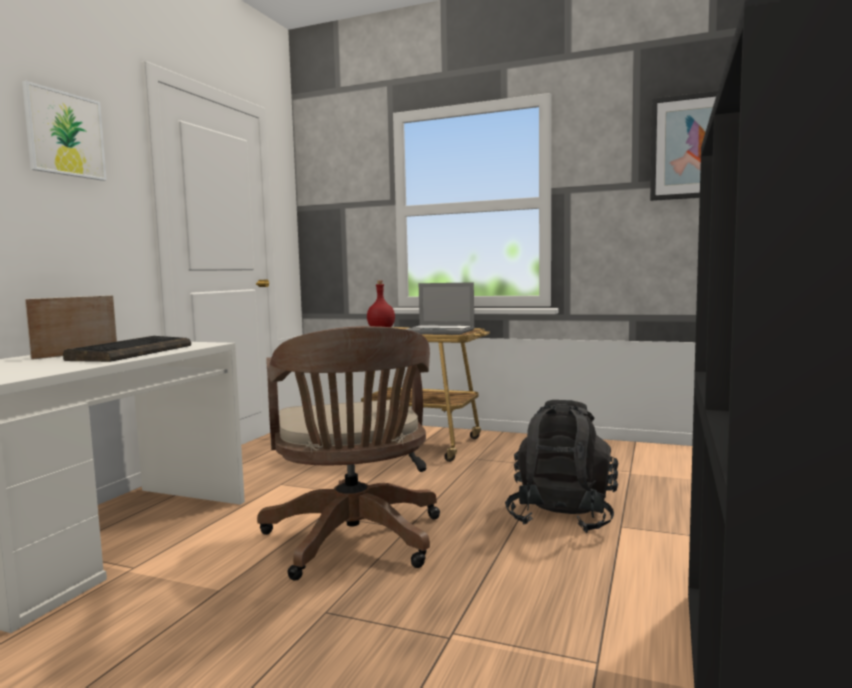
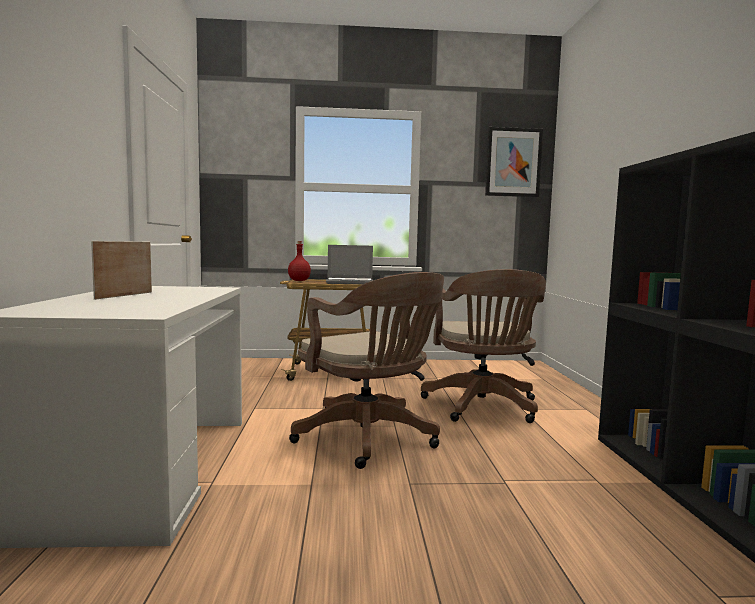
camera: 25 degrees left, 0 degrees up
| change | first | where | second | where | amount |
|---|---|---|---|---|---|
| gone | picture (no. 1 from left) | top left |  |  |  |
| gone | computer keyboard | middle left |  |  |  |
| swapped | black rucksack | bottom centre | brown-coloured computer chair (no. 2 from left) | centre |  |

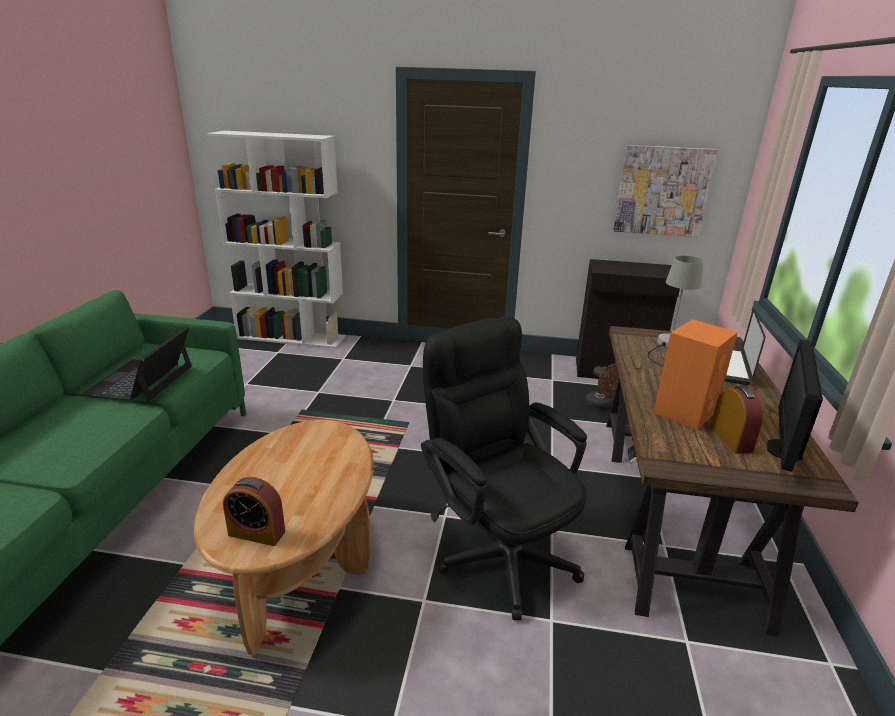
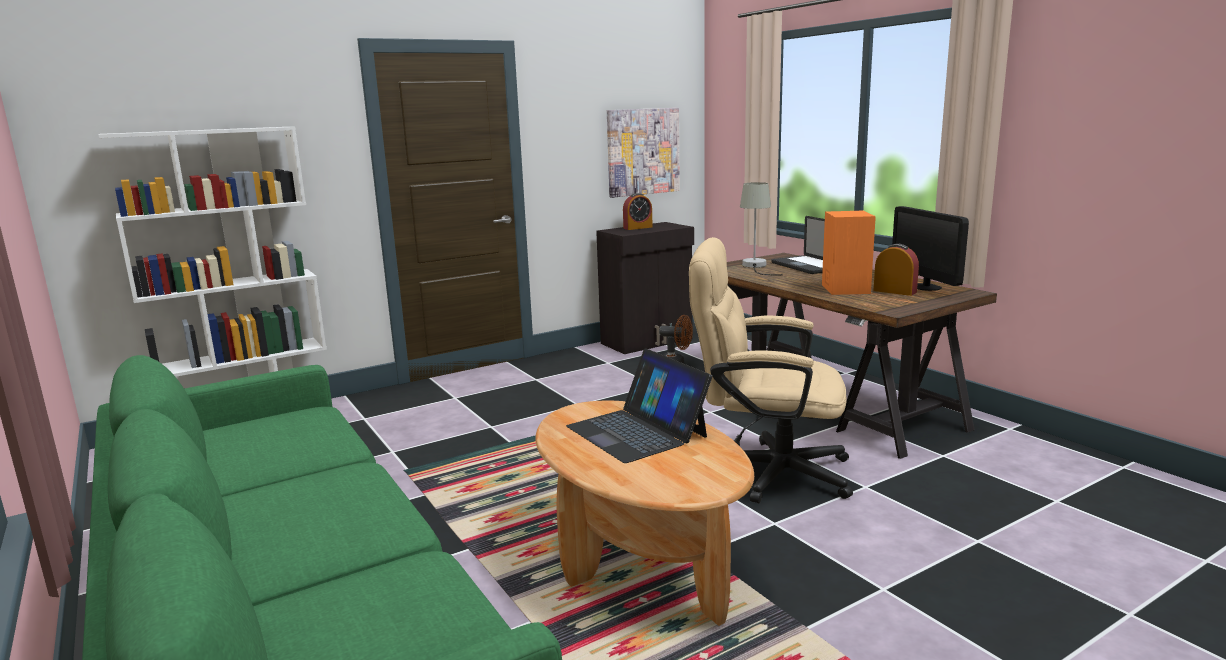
camera: 40 degrees left, 10 degrees down
| change | first | where | second | where | amount |
|---|---|---|---|---|---|
| shifted | laptop (no. 1 from left) | middle left |  | centre |  |
| shifted | bedside clock (no. 1 from left) | bottom left |  | top centre |  |
| repainted | black computer chair | centre | sand-coloured computer chair | centre |  |

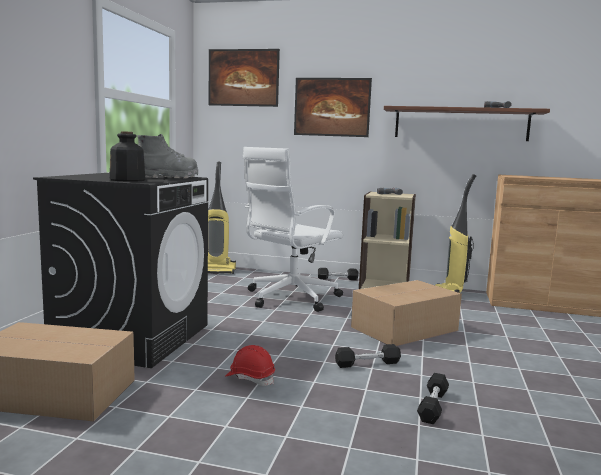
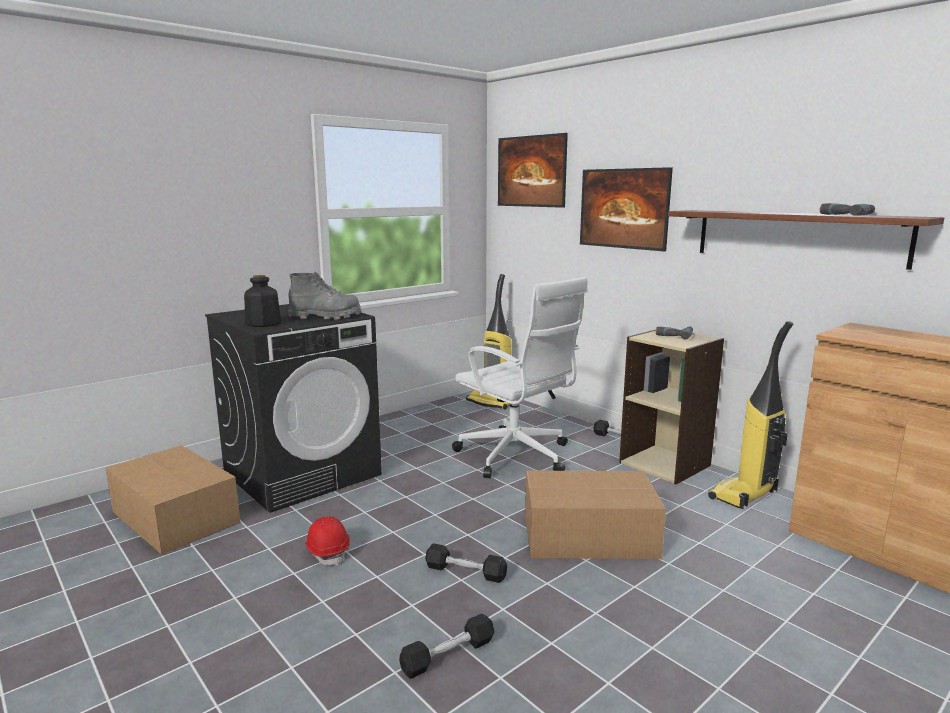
camera: 35 degrees right, 5 degrees up
| change | first | where | second | where | amount |
|---|---|---|---|---|---|
| rotated | whitish computer chair | centre |  | centre | 120 degrees counterclockwise |

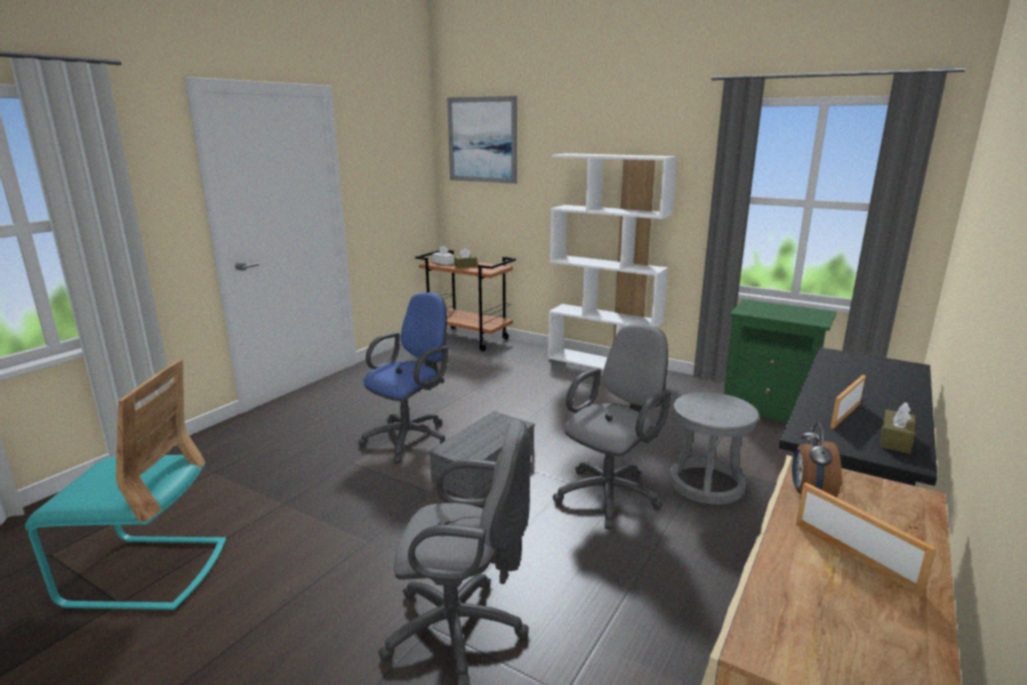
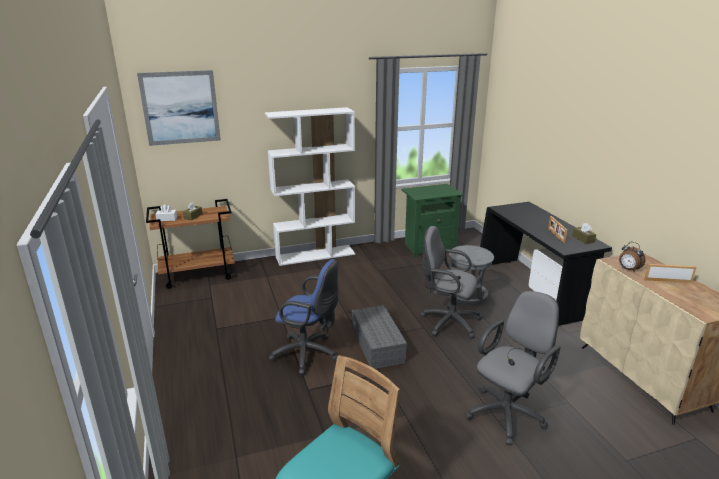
camera: 50 degrees left, 5 degrees up
| change | first | where | second | where | amount |
|---|---|---|---|---|---|
| rotated | blue computer chair | centre |  | centre | 120 degrees clockwise |
| rotated | grey computer chair (no. 2 from left in the first image) | centre | grey computer chair (no. 1 from left) | centre | 60 degrees counterclockwise |

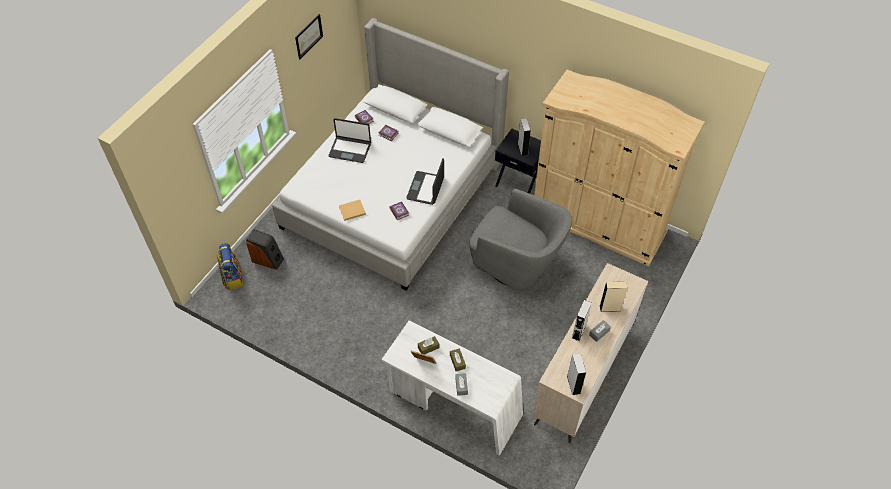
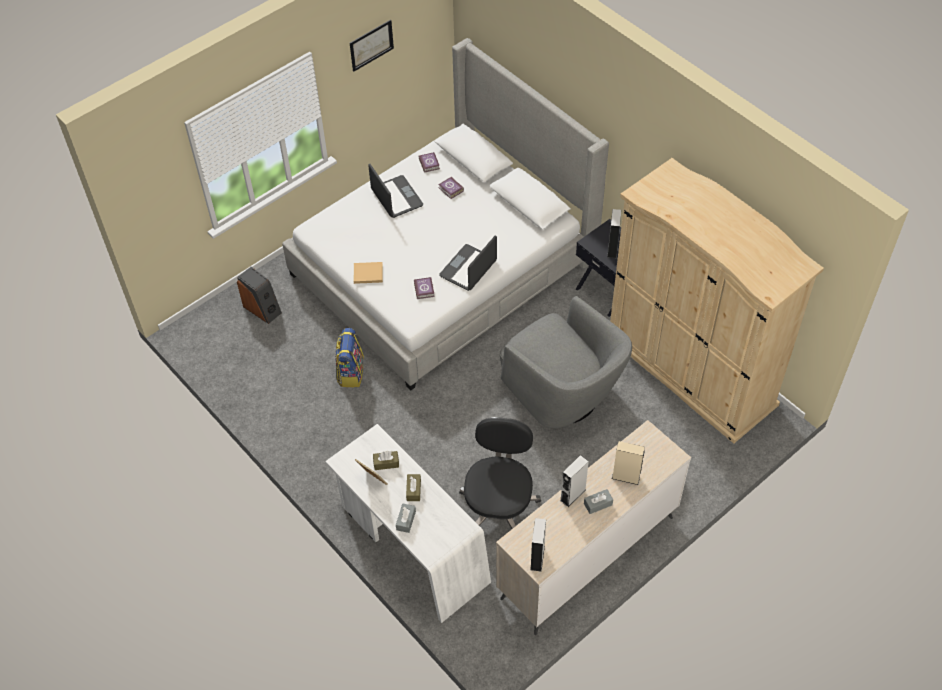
camera: 20 degrees right, 0 degrees up
| change | first | where | second | where | amount |
|---|---|---|---|---|---|
| new |  |  | black computer chair | bottom centre |  |
| shifted | rucksack | middle left |  | centre |  |
| rotated | laptop (no. 1 from left) | top centre |  | top centre | 150 degrees counterclockwise |

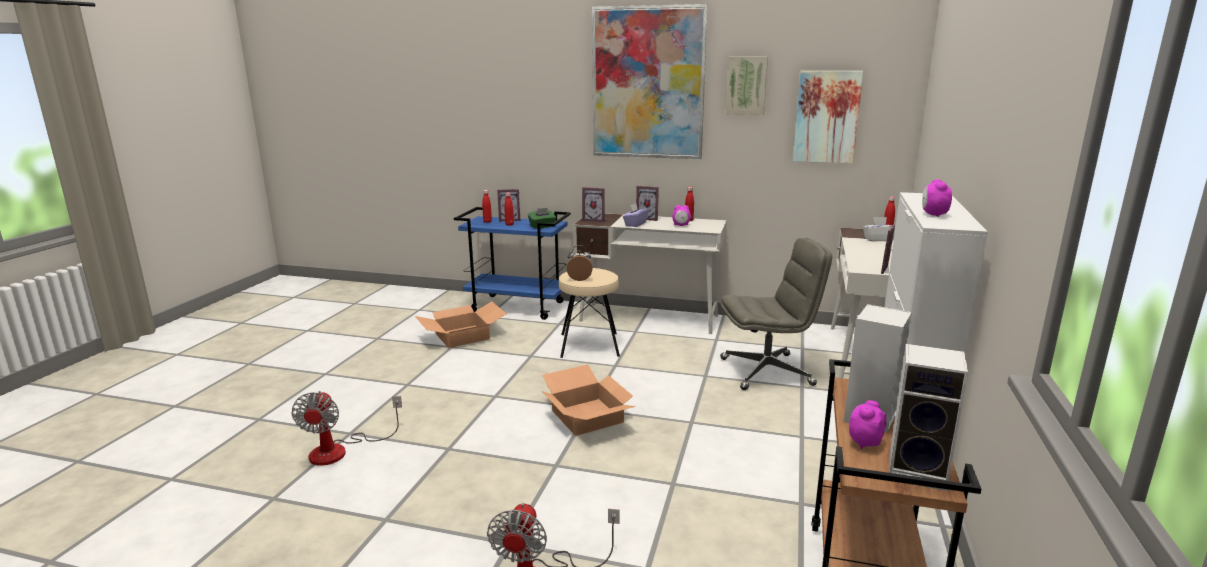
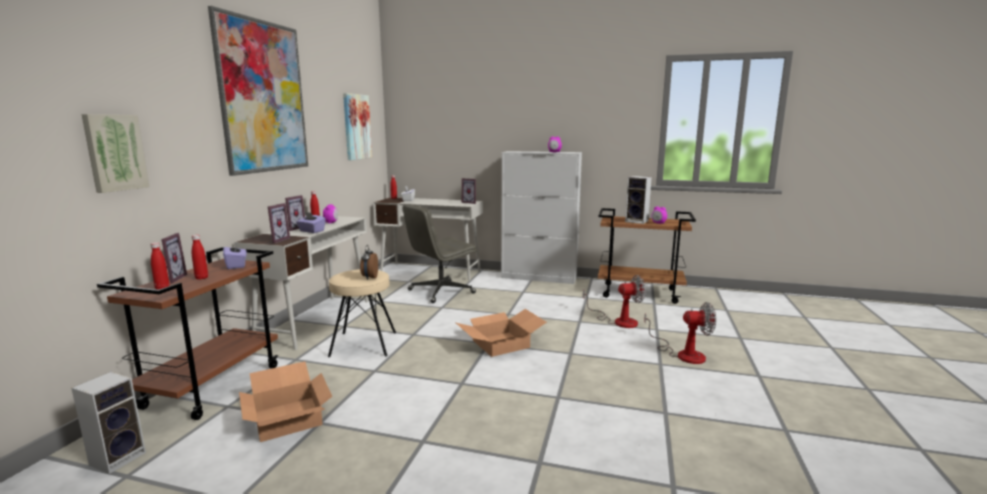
camera: 90 degrees left, 5 degrees down
| change | first | where | second | where | amount |
|---|---|---|---|---|---|
| shifted | cooling fan (no. 1 from left) | bottom left |  | centre |  |
| shifted | picture (no. 2 from left in the first image) | top centre | picture (no. 1 from left) | top left |  |
| shifted | loudspeaker (no. 2 from left in the first image) | bottom right | loudspeaker (no. 1 from left) | bottom left |  |
| repainted | blue wheeled cart | centre | brown-coloured wheeled cart (no. 1 from left) | bottom left |  |
| repainted | green tissue box | centre | purple tissue box (no. 1 from left) | middle left |  |
| rotated | grey computer chair | centre |  | centre | 120 degrees counterclockwise |

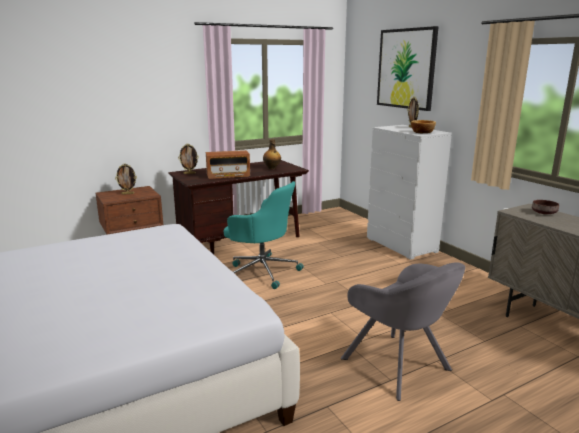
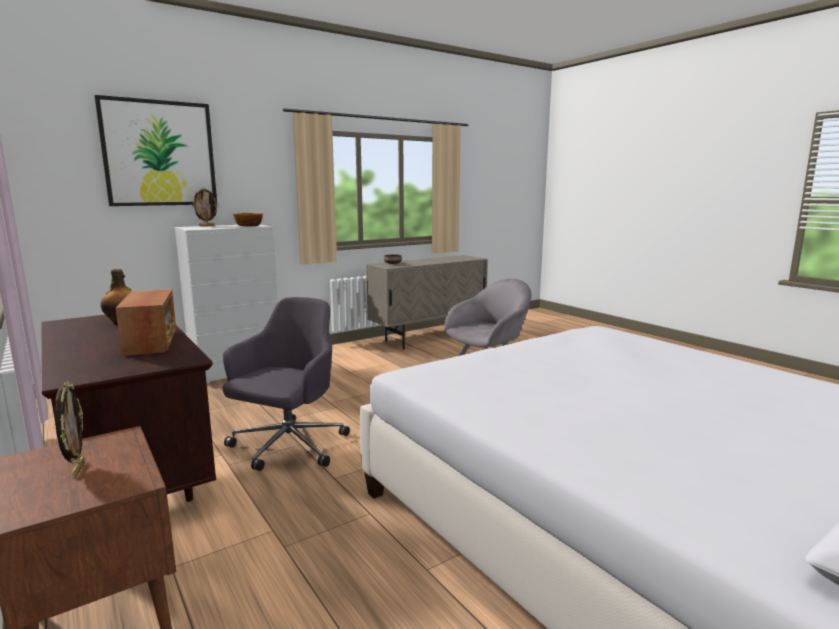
camera: 95 degrees left, 5 degrees down
| change | first | where | second | where | amount |
|---|---|---|---|---|---|
| gone | standing frame (no. 2 from left) | middle left |  |  |  |
| repainted | blue-green computer chair | centre | grey computer chair | centre |  |

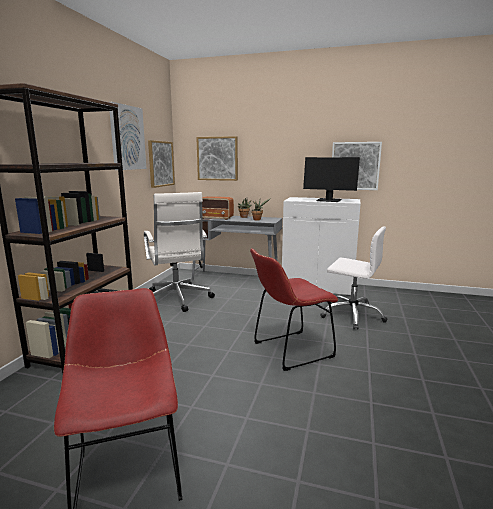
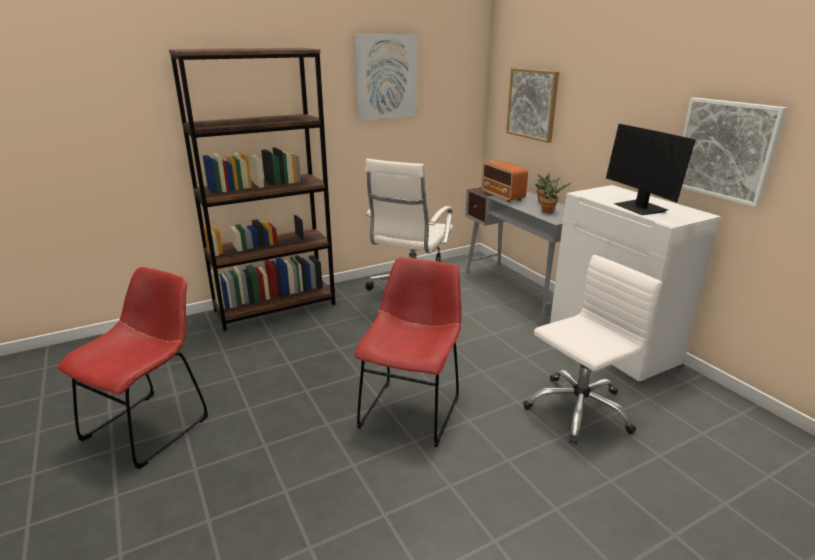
camera: 45 degrees right, 10 degrees up
| change | first | where | second | where | amount |
|---|---|---|---|---|---|
| gone | picture (no. 2 from left) | top left |  |  |  |
| rotated | red chair (no. 2 from left) | centre |  | centre | 90 degrees clockwise |
| rotated | whitish computer chair (no. 2 from left) | middle right |  | middle right | 105 degrees counterclockwise |

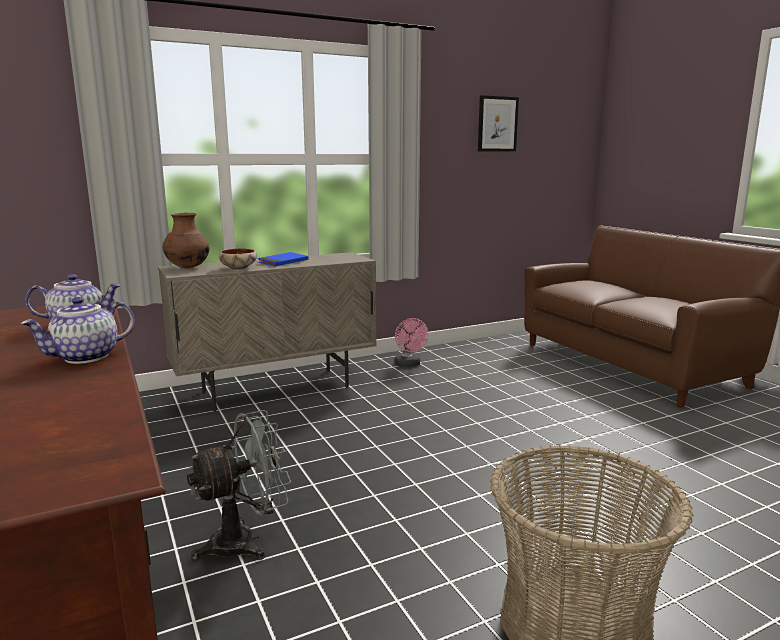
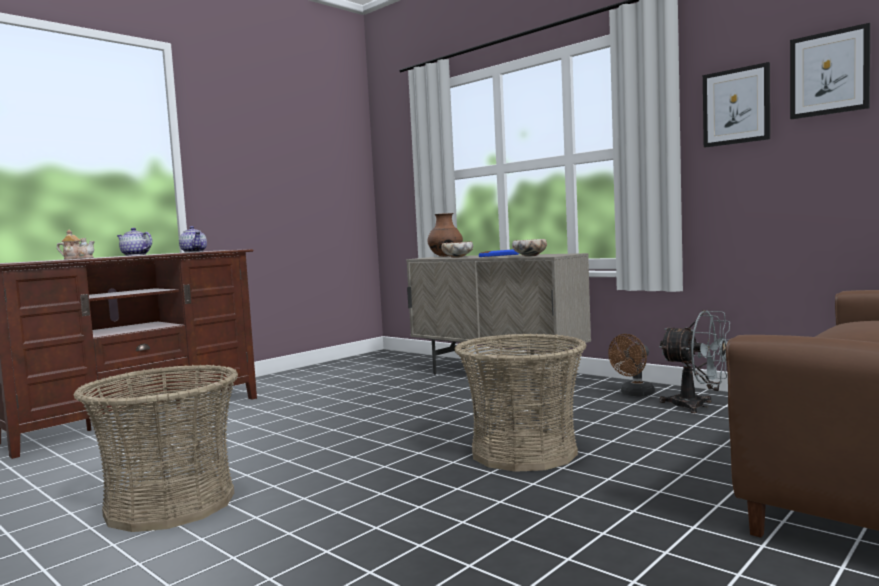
camera: 70 degrees right, 10 degrees down
| change | first | where | second | where | amount |
|---|---|---|---|---|---|
| new |  |  | tea pot (no. 1 from left) | middle left |  |
| new |  |  | storage basket (no. 2 from left) | bottom centre |  |
| new |  |  | deep dish (no. 2 from left) | centre |  |
| new |  |  | picture (no. 1 from left) | top right |  |
| shifted | grey cooling fan | bottom left |  | middle right |  |
| repainted | pink-coloured cooling fan | centre | brown-coloured cooling fan | middle right |  |

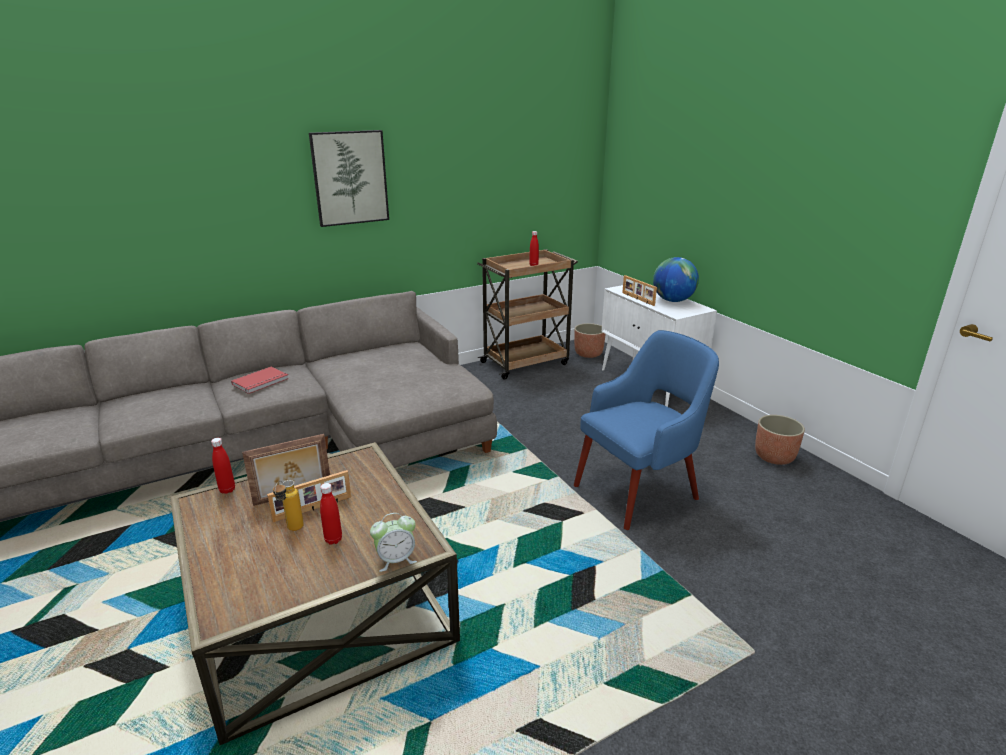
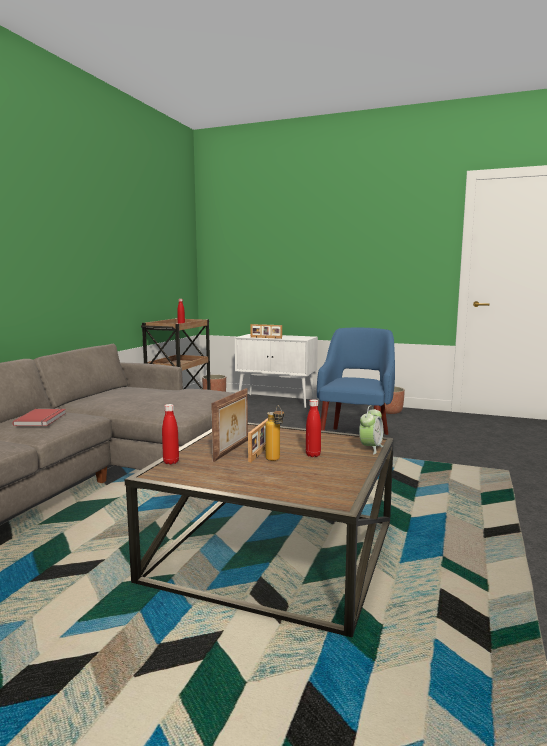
camera: 40 degrees left, 15 degrees down
| change | first | where | second | where | amount |
|---|---|---|---|---|---|
| gone | picture | top centre |  |  |  |
| gone | globe | middle right |  |  |  |

